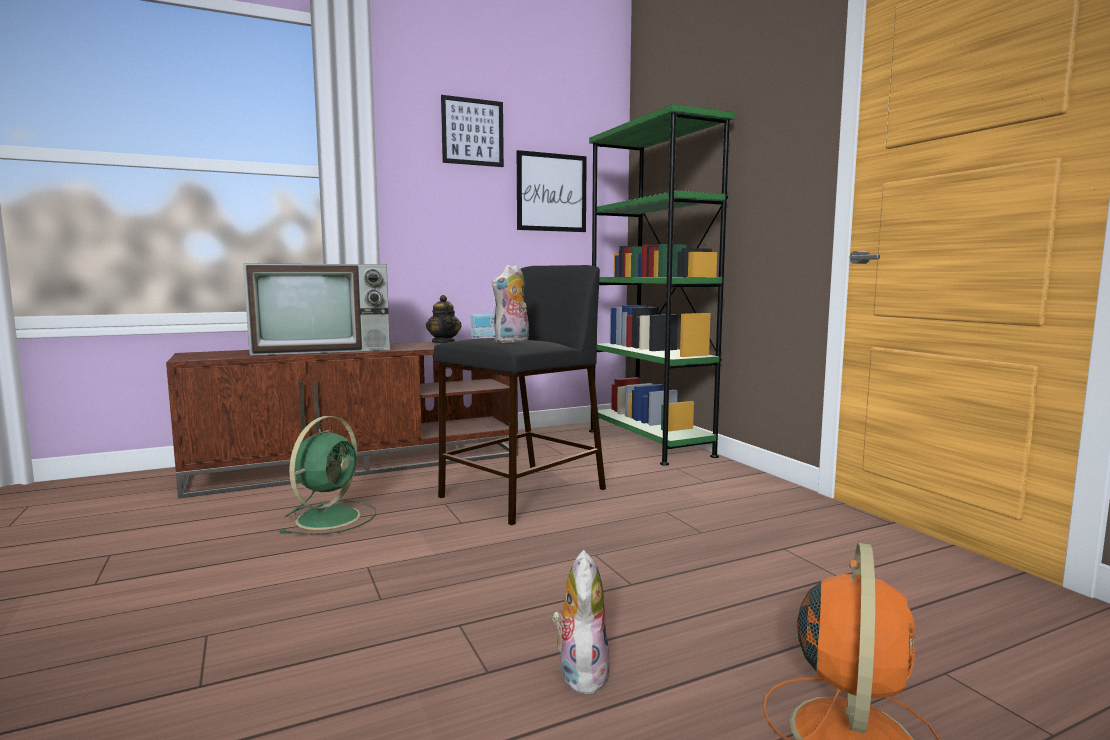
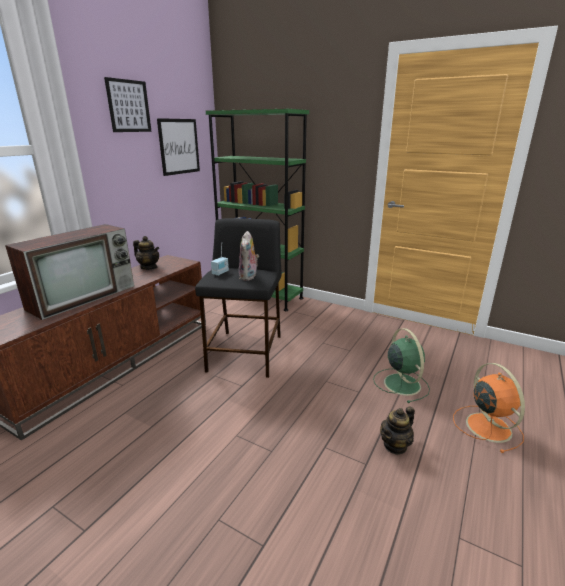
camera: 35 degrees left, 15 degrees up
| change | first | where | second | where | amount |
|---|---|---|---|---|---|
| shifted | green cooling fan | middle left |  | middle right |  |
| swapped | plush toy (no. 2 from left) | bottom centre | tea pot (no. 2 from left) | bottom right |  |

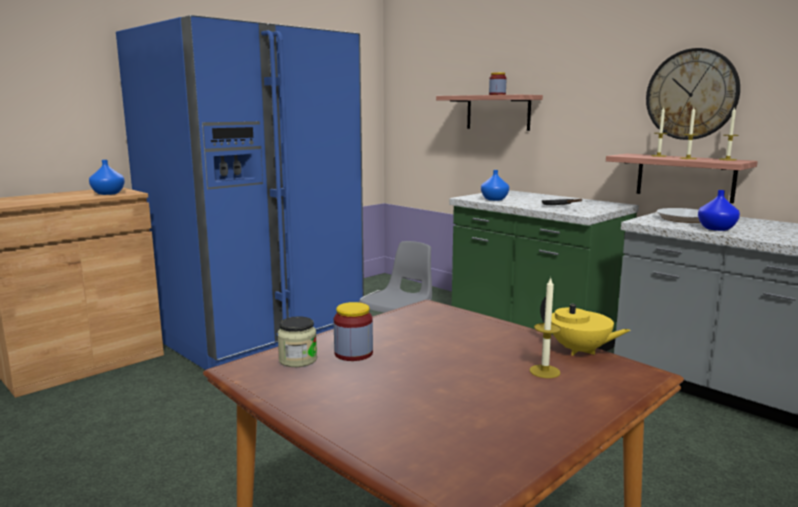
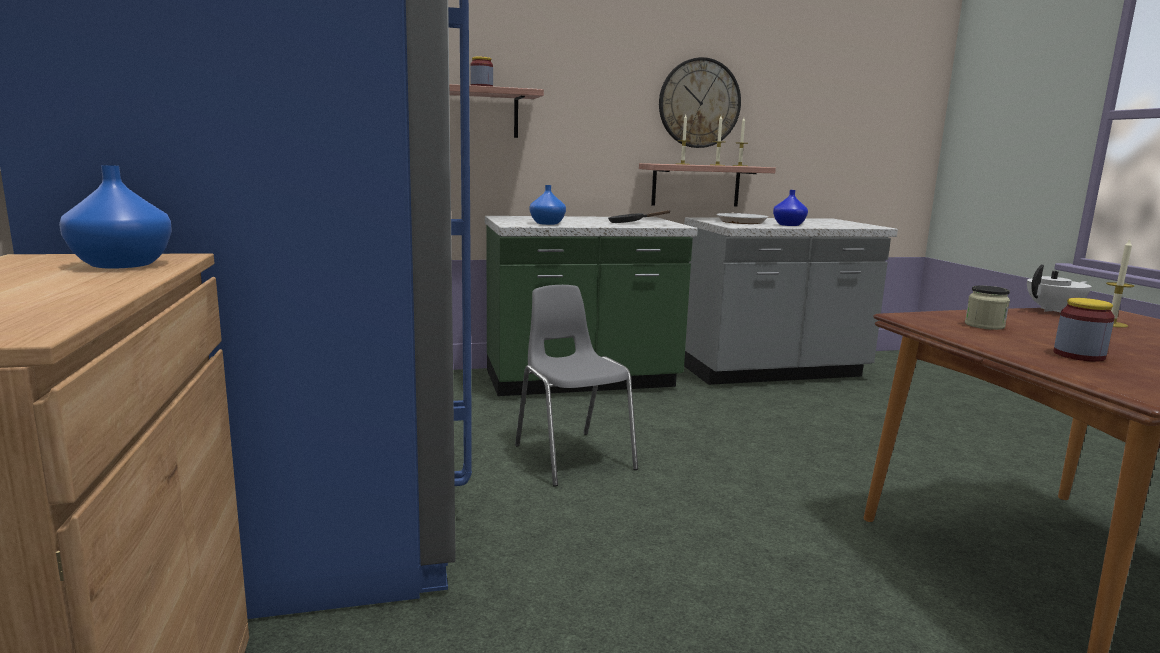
camera: 60 degrees left, 0 degrees up
| change | first | where | second | where | amount |
|---|---|---|---|---|---|
| shifted | storage jar (no. 1 from left in the first image) | bottom centre | storage jar (no. 2 from left) | middle right |  |
| repainted | yellowish tea pot | middle right | whitish tea pot | middle right |  |

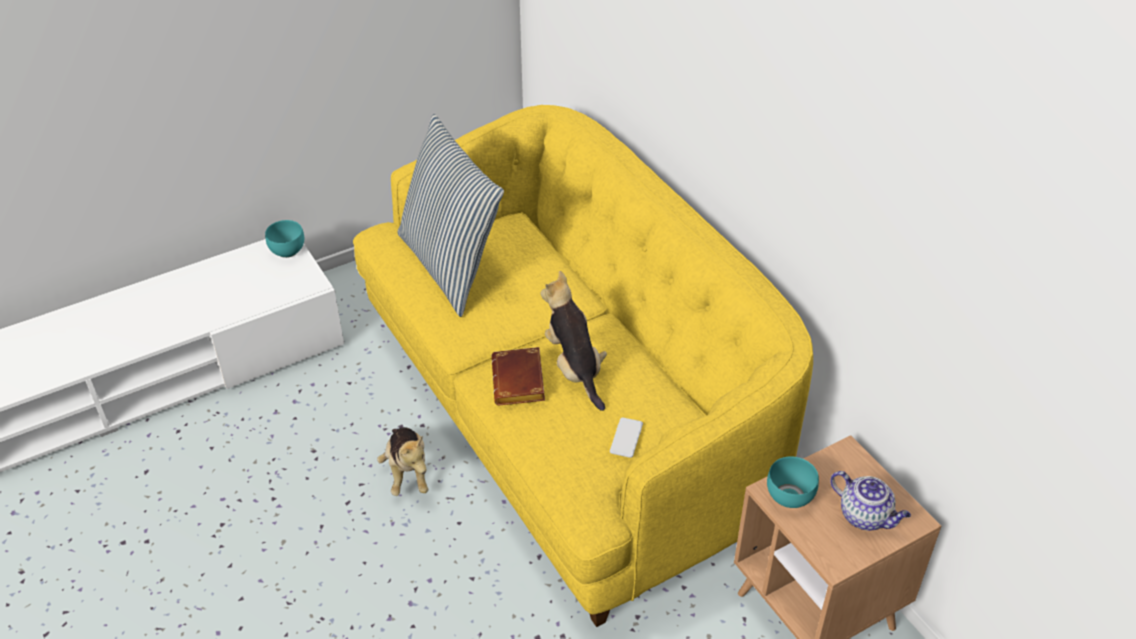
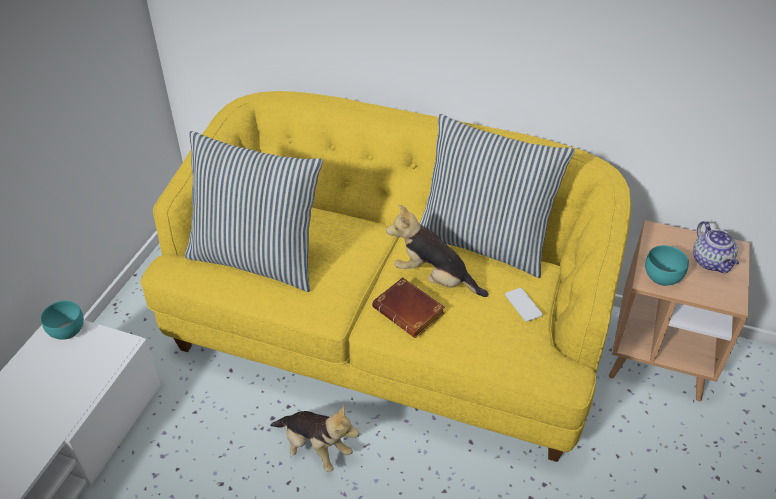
camera: 40 degrees left, 0 degrees up
| change | first | where | second | where | amount |
|---|---|---|---|---|---|
| new |  |  | pillow (no. 2 from left) | centre |  |
| rotated | tea pot | bottom right |  | middle right | 75 degrees clockwise |

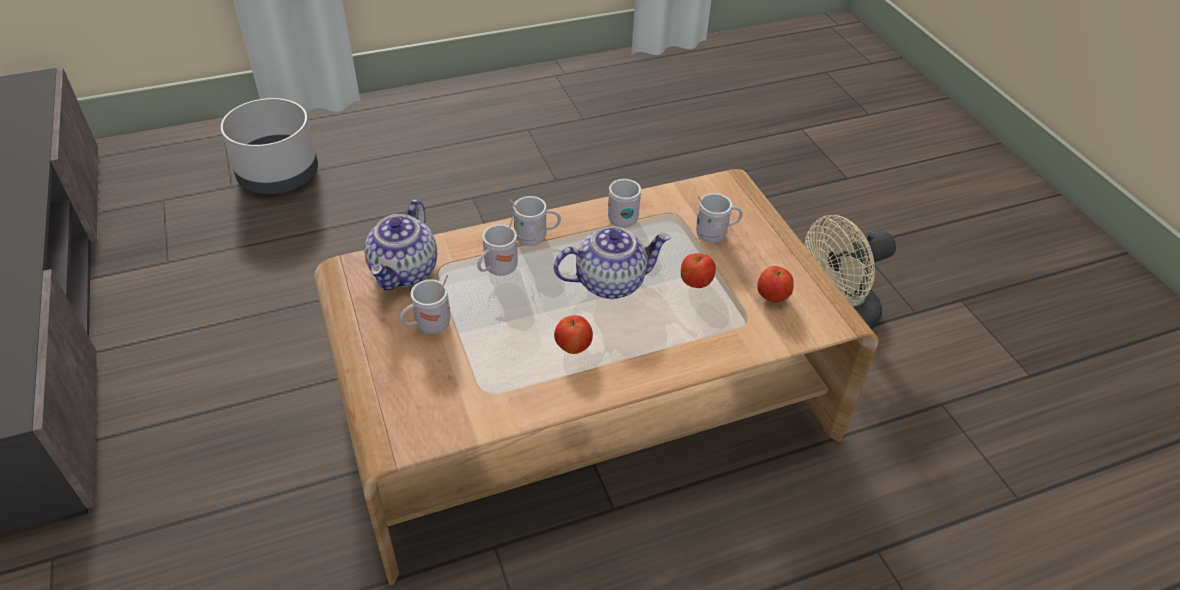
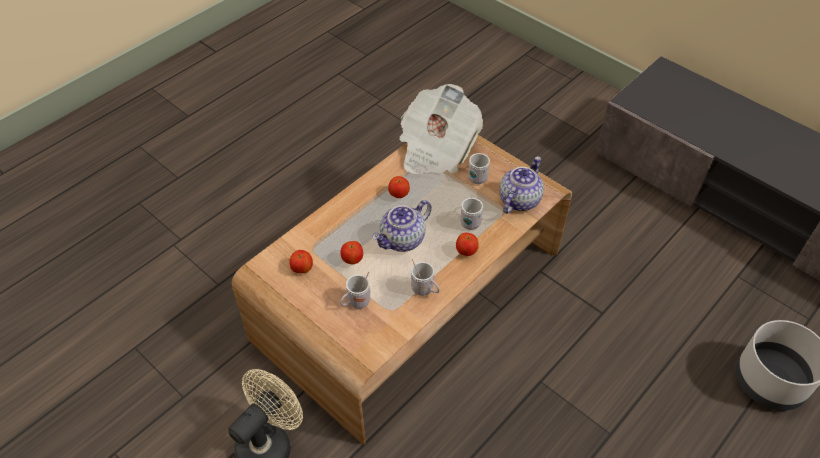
camera: 155 degrees right, 5 degrees up
| change | first | where | second | where | amount |
|---|---|---|---|---|---|
| new |  |  | newspaper | top centre |  |
| swapped | whitish coffee mug (no. 3 from left) | centre | whole apple (no. 4 from left) | centre |  |
| rotated | tea pot (no. 1 from left in the first image) | centre | tea pot (no. 2 from left) | centre | 45 degrees clockwise |

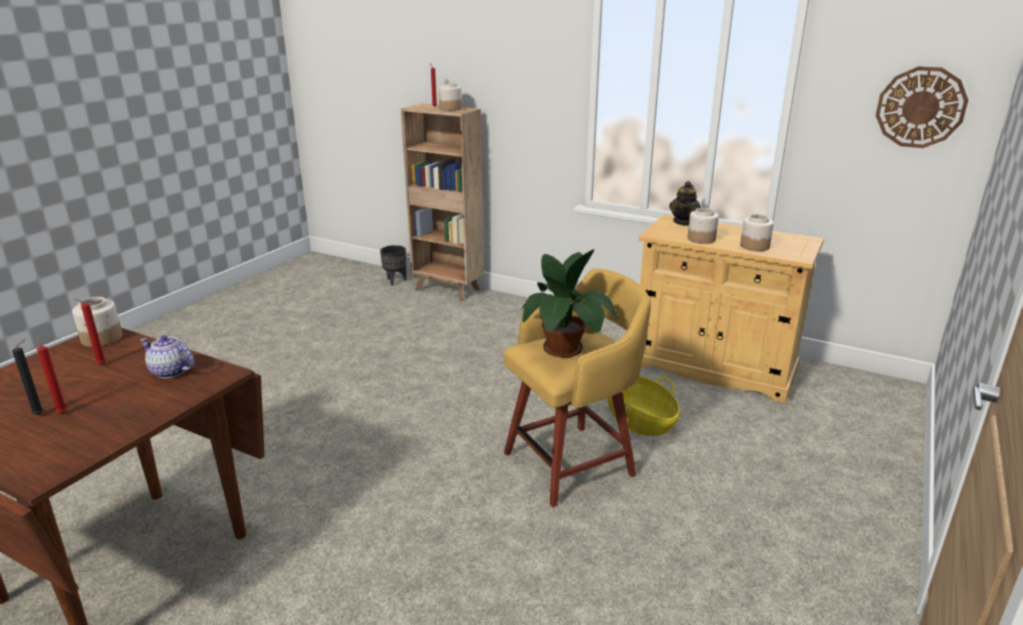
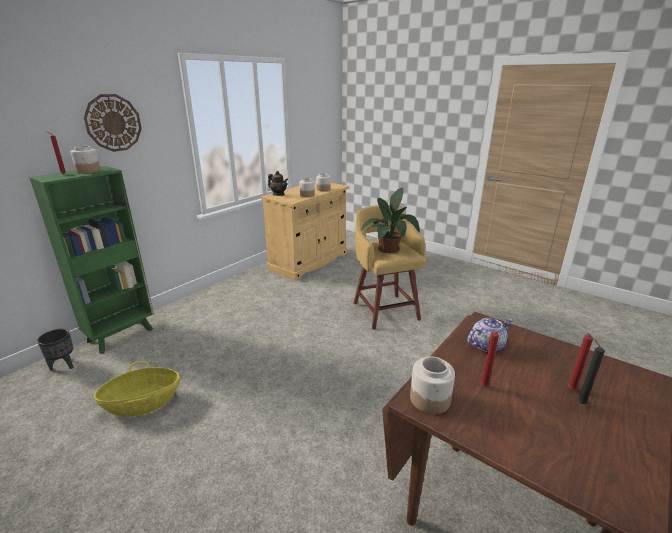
camera: 80 degrees left, 0 degrees up
| change | first | where | second | where | amount |
|---|---|---|---|---|---|
| shifted | storage basket | centre |  | bottom left |  |
| shifted | hanging clock | top right |  | top left |  |
| repainted | brown-coloured bookshelf | top centre | green bookshelf | middle left |  |
| rotated | tea pot (no. 1 from left in the first image) | middle left | tea pot (no. 2 from left) | middle right | 150 degrees counterclockwise |

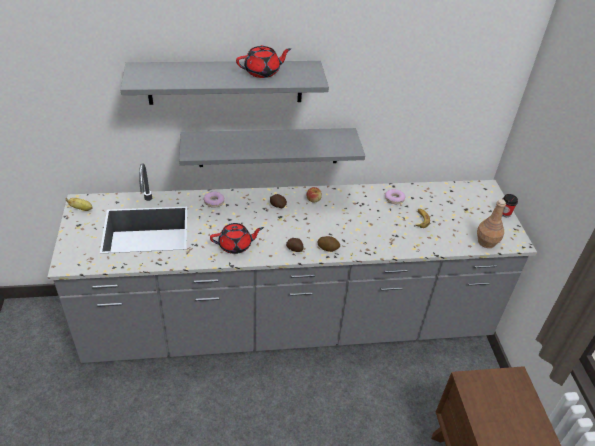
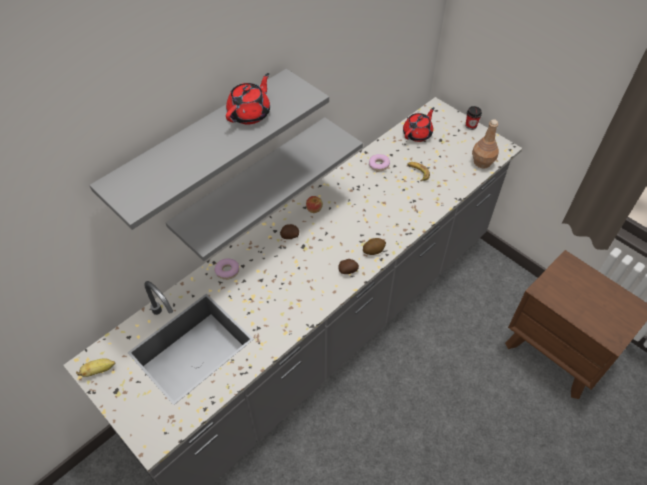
camera: 35 degrees left, 10 degrees up
| change | first | where | second | where | amount |
|---|---|---|---|---|---|
| shifted | red tea pot (no. 1 from left in the first image) | centre | red tea pot (no. 2 from left) | top centre |  |

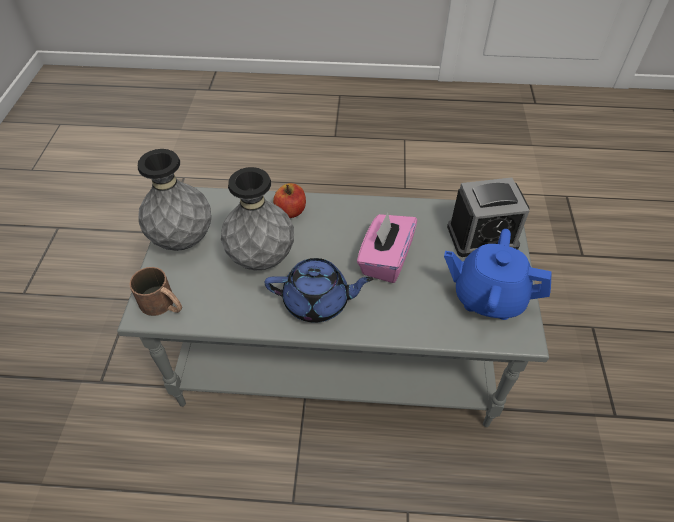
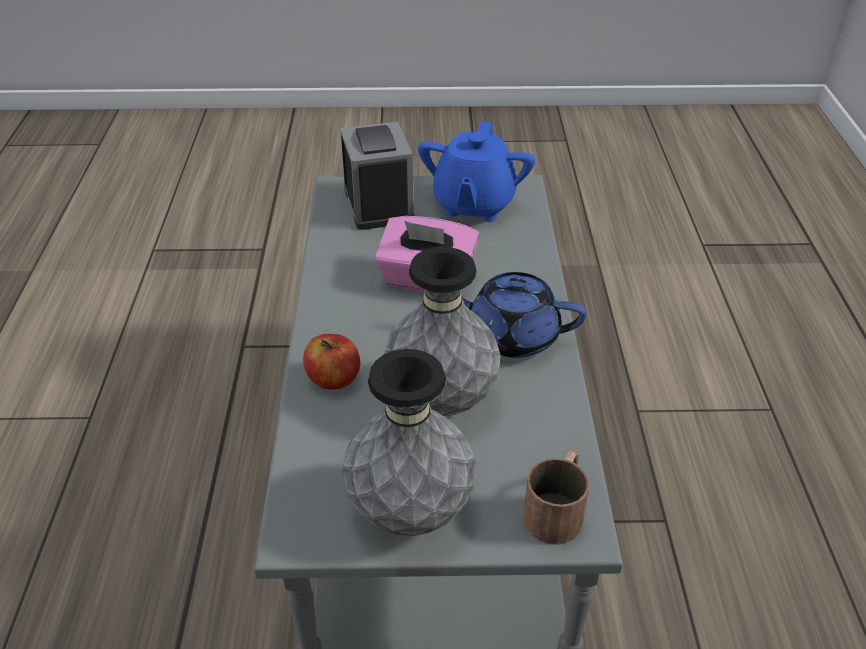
camera: 95 degrees left, 10 degrees down
| change | first | where | second | where | amount |
|---|---|---|---|---|---|
| rotated | blue tea pot (no. 1 from left in the first image) | centre | blue tea pot (no. 2 from left) | centre | 75 degrees counterclockwise |

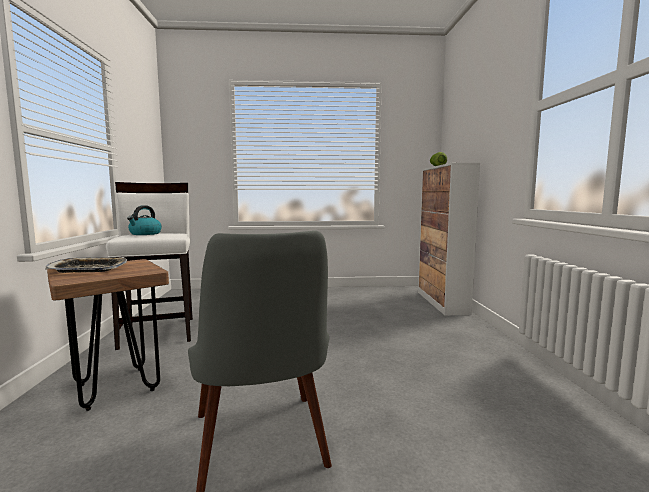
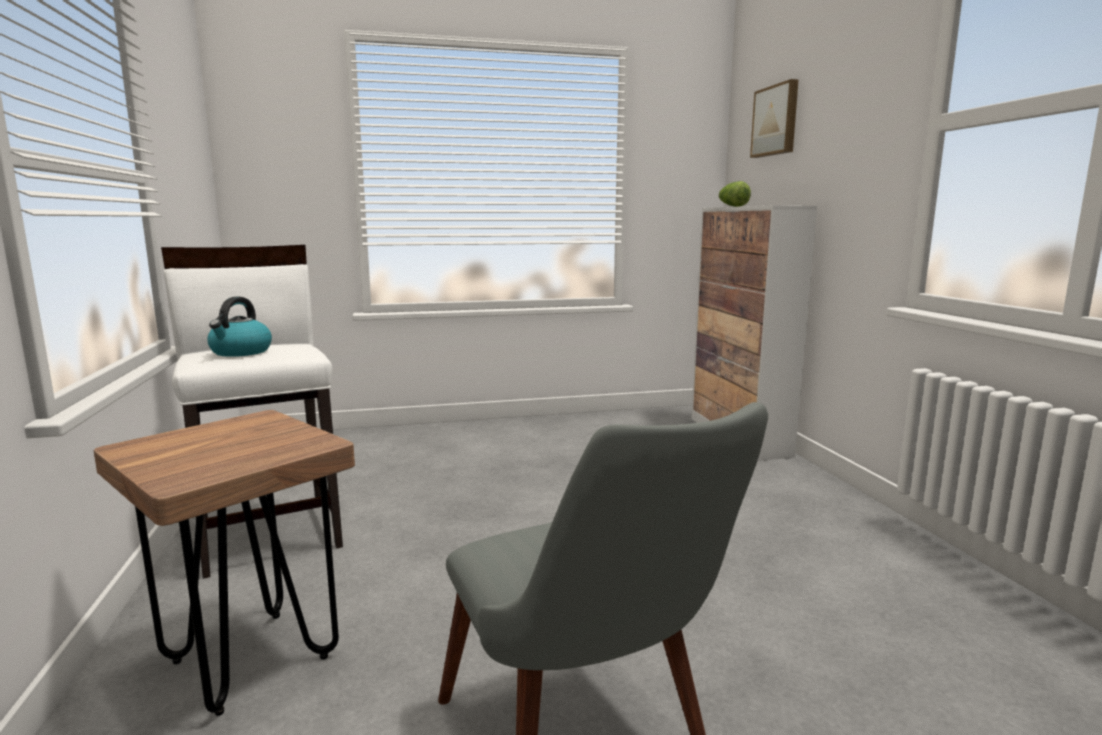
camera: 10 degrees left, 5 degrees up
| change | first | where | second | where | amount |
|---|---|---|---|---|---|
| gone | tray | middle left |  |  |  |
| new |  |  | picture | top right |  |

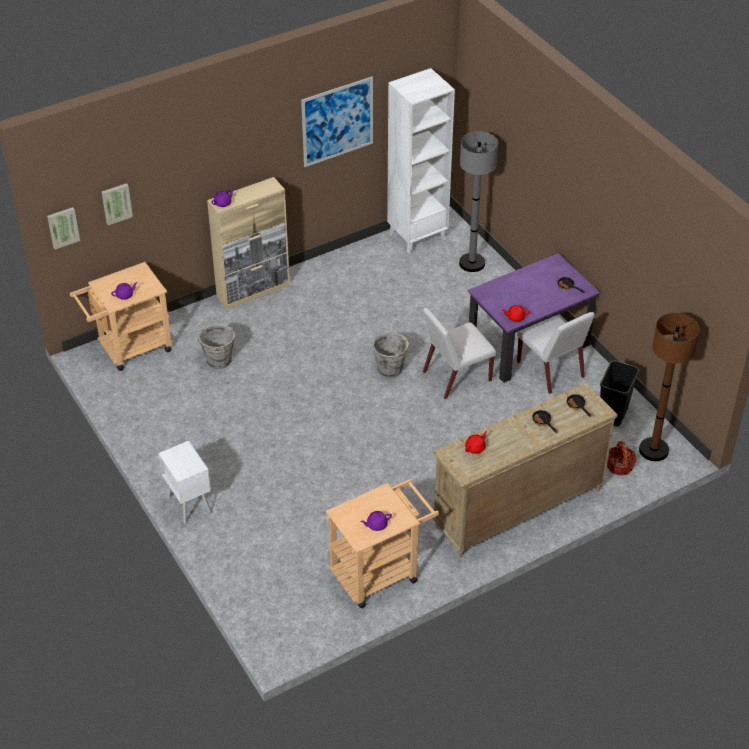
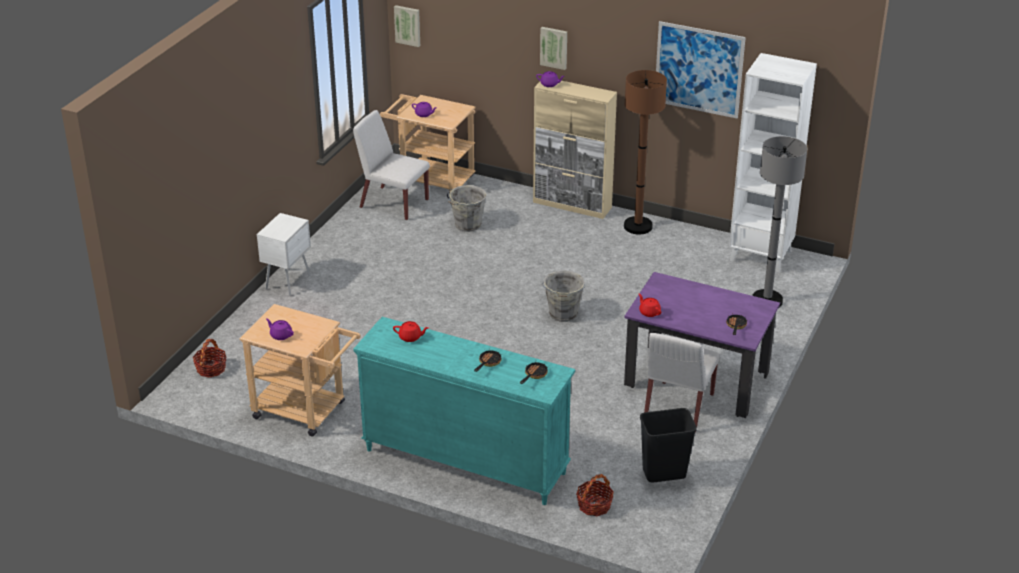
camera: 55 degrees right, 10 degrees down
| change | first | where | second | where | amount |
|---|---|---|---|---|---|
| new |  |  | storage basket (no. 1 from left) | middle left |  |
| shifted | picture (no. 2 from left) | top left |  | top centre |  |
| shifted | whitish chair (no. 1 from left) | centre |  | top centre |  |
| shifted | brown-coloured standard lamp | middle right |  | top centre |  |
| repainted | sand-coloured chest of drawers | middle right | blue-green chest of drawers | bottom centre |  |

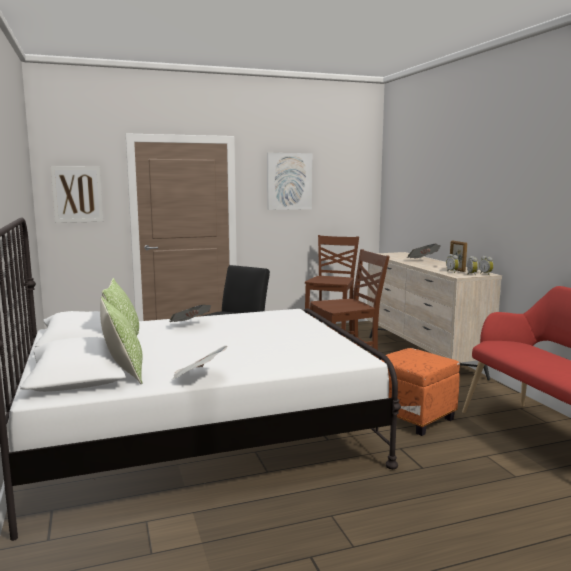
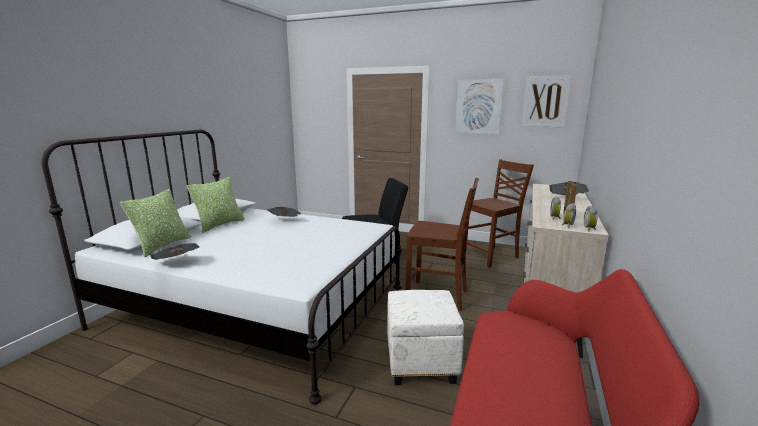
camera: 40 degrees right, 5 degrees up
| change | first | where | second | where | amount |
|---|---|---|---|---|---|
| shifted | picture (no. 1 from left in the first image) | middle left | picture (no. 2 from left) | top right |  |
| repainted | orange-coloured ottoman | bottom right | whitish ottoman | bottom centre |  |

